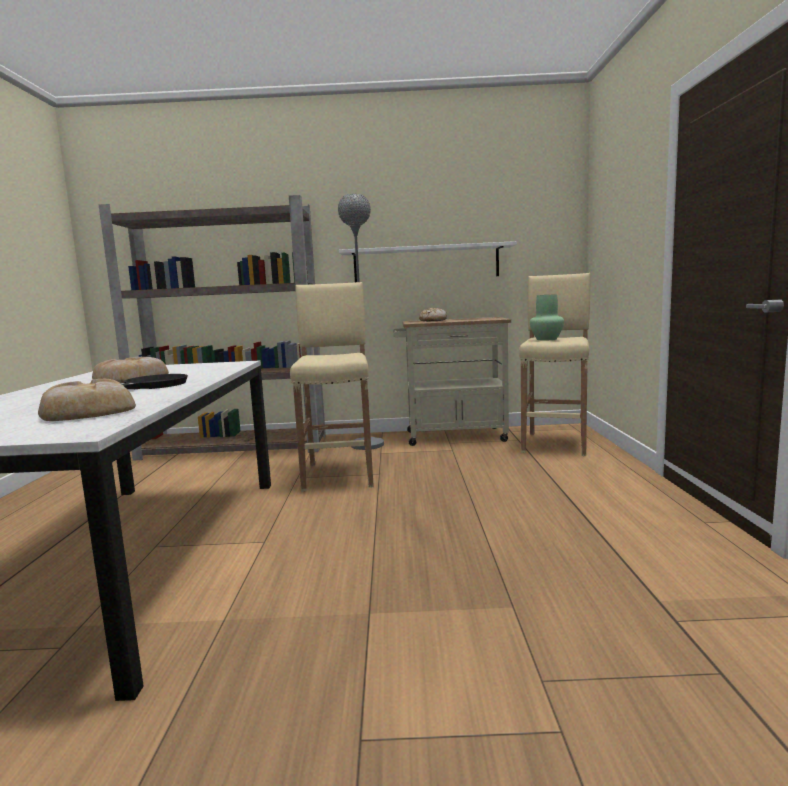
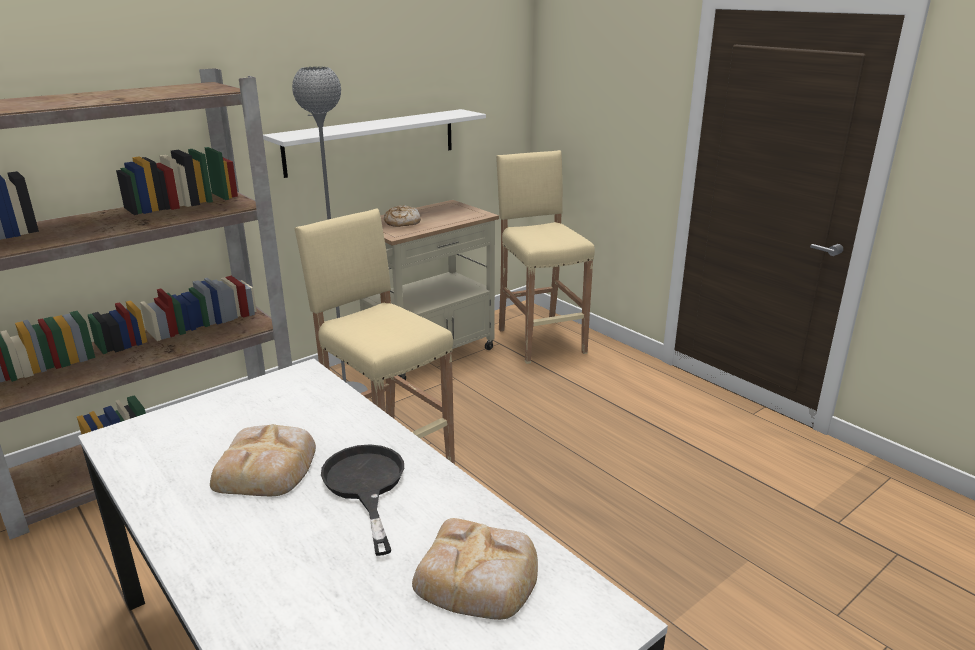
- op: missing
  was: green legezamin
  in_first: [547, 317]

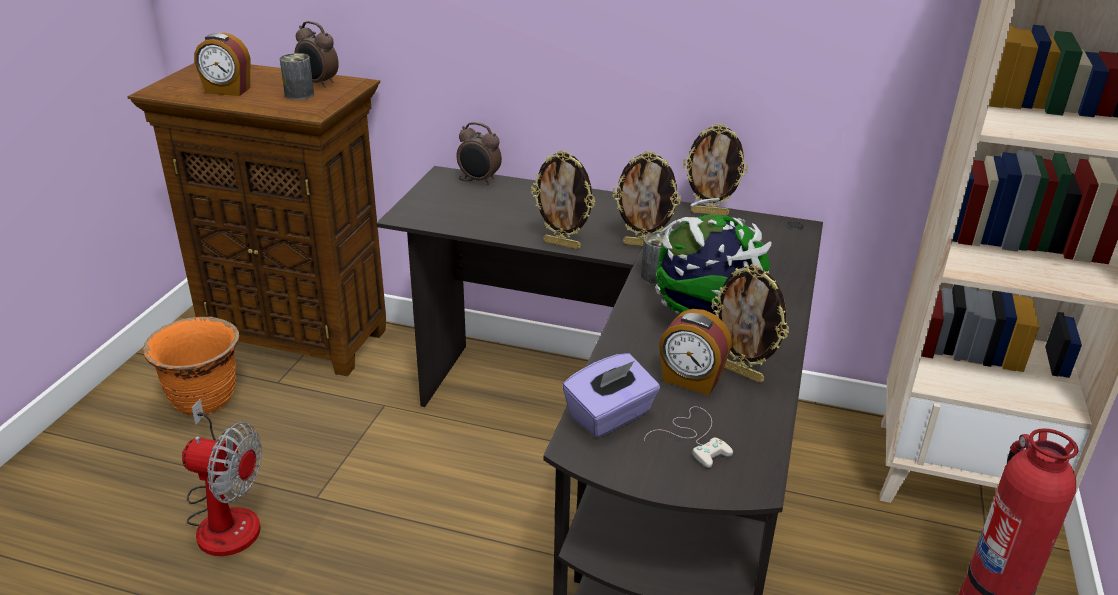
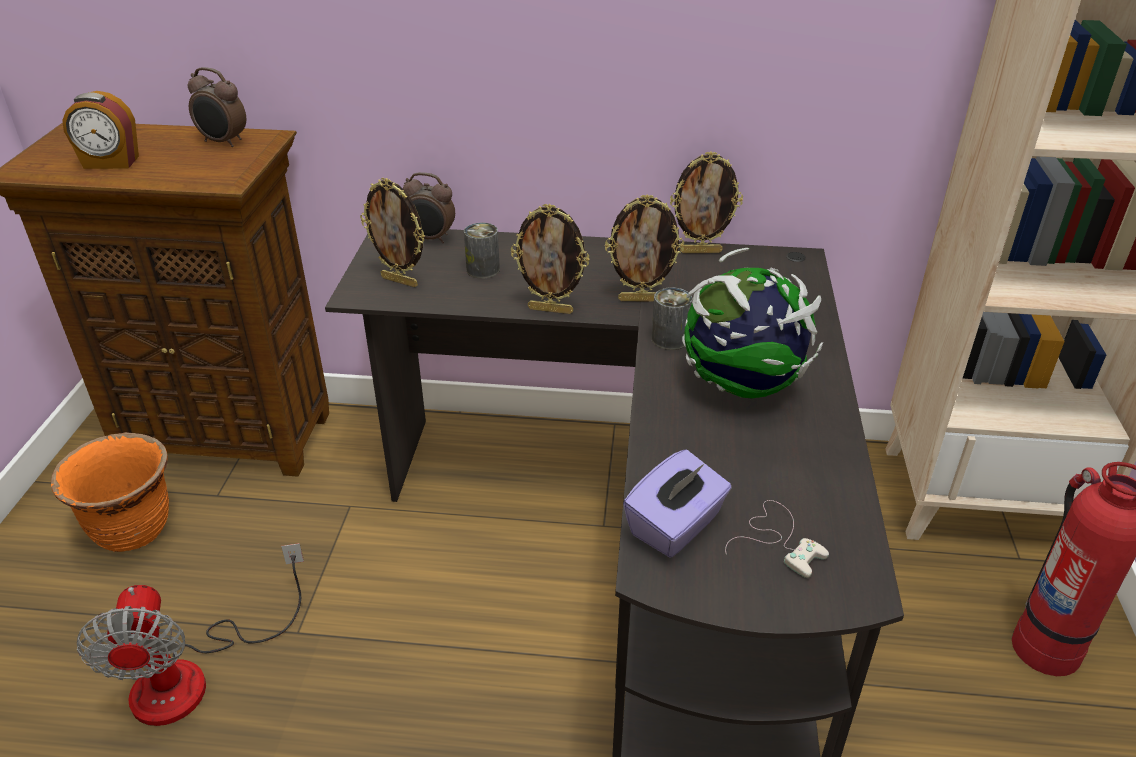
- op: spun
  was: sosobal
  in_first: [222, 477]
  in_second: [190, 634]
  clockwise: 75
- op: relocated
  was: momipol
  in_first: [750, 323]
  in_second: [392, 232]
- op: relocated
  was: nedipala
  in_first: [297, 76]
  in_second: [482, 251]
- op: missing
  was: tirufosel
  in_first: [695, 352]

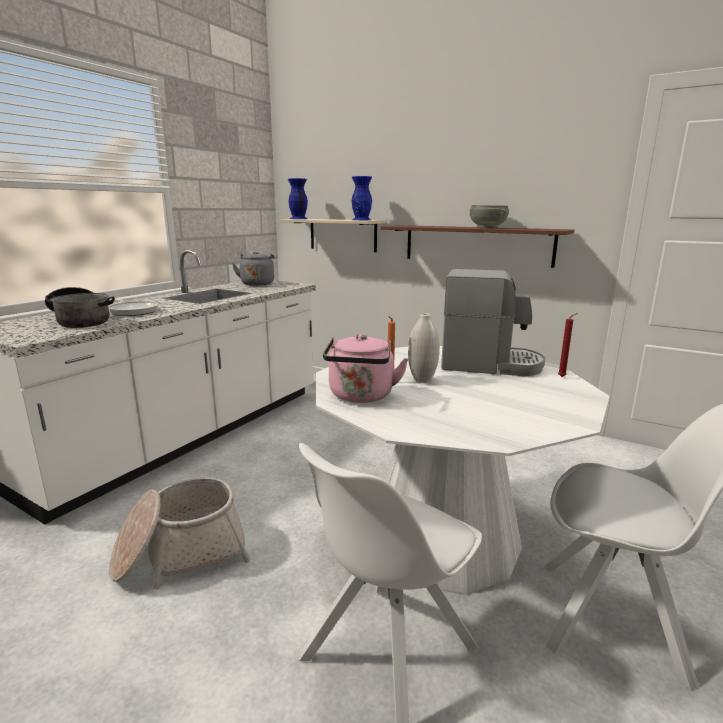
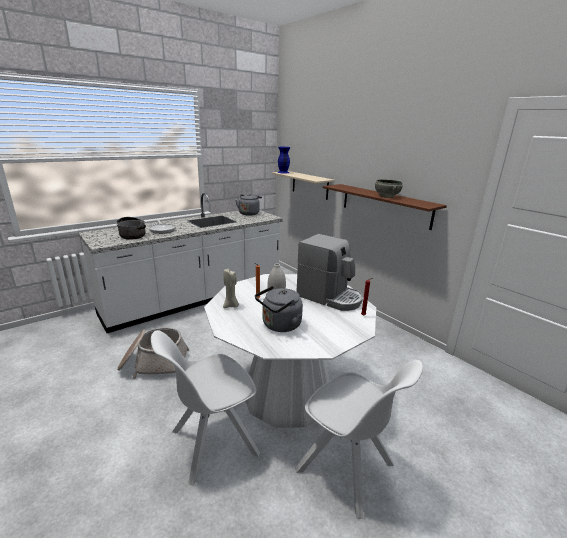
- op: exchanged
  was: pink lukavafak
  now: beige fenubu
  in_first: [366, 368]
  in_second: [231, 288]
- op: appeared
  now: grey lukavafak
  in_second: [279, 309]
- op: missing
  was: blue legezamin
  in_first: [362, 198]

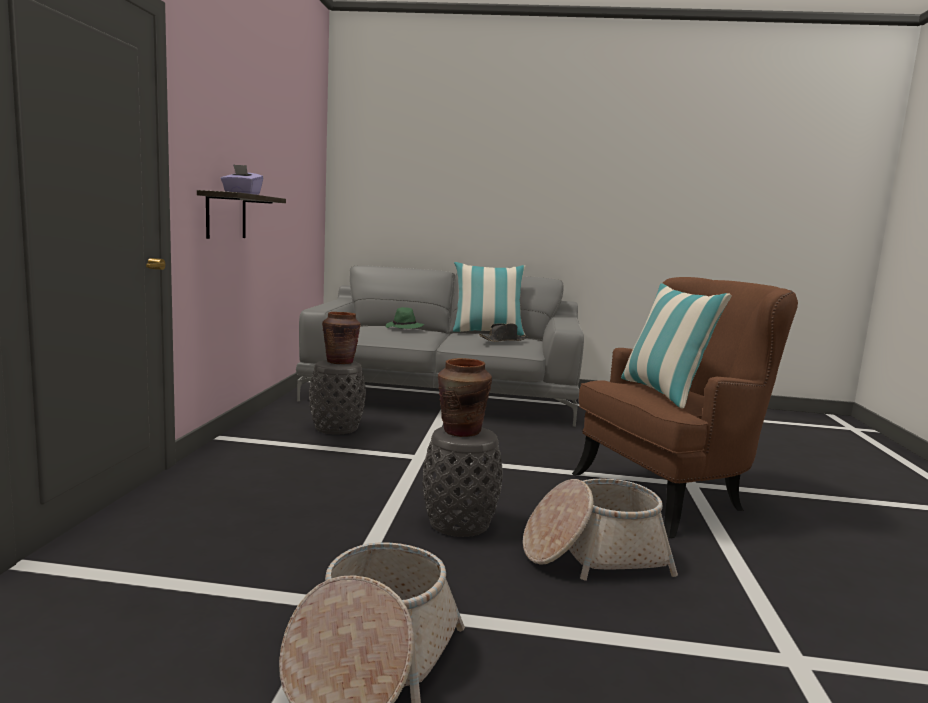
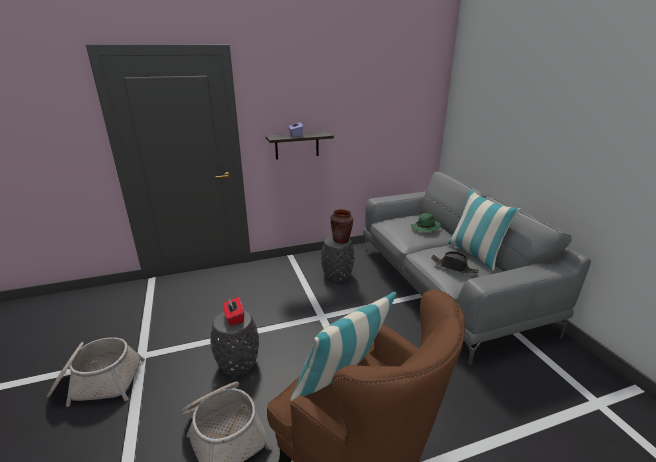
- op: exchanged
  was: brown legezamin
  now: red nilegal
  in_first: [465, 397]
  in_second: [233, 311]

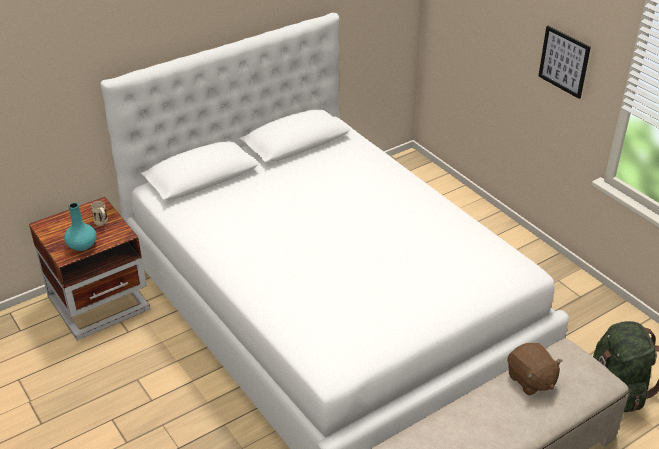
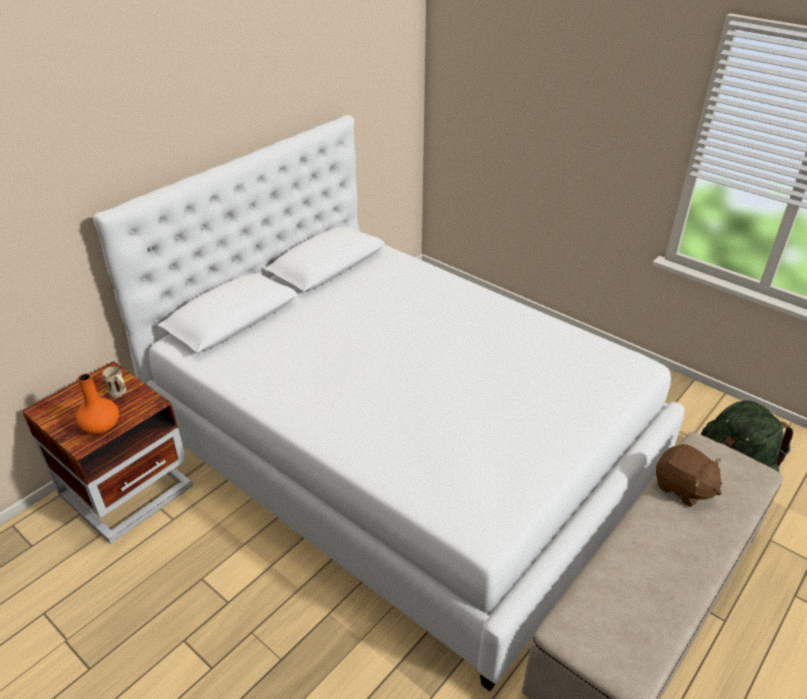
- op: colour
  was: turquoise legezamin
  now: orange legezamin
  in_first: [80, 227]
  in_second: [97, 403]
- op: missing
  was: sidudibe
  in_first: [564, 62]

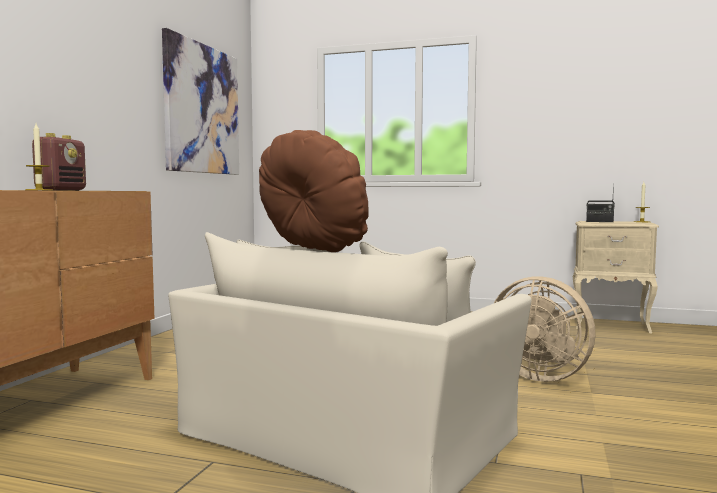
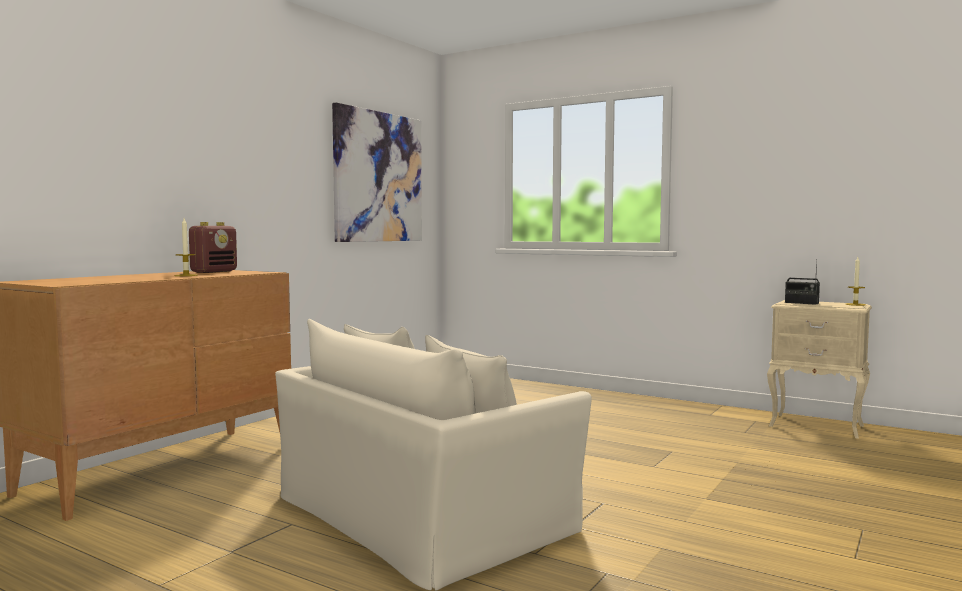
- op: missing
  was: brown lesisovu
  in_first: [314, 191]
- op: missing
  was: beige sosobal
  in_first: [545, 329]

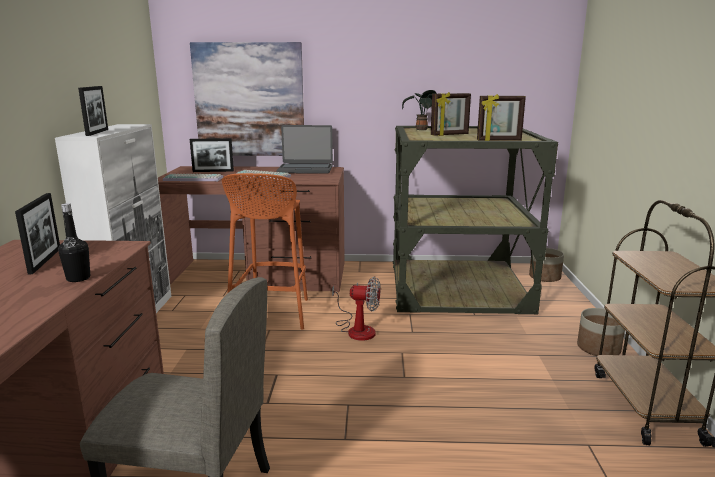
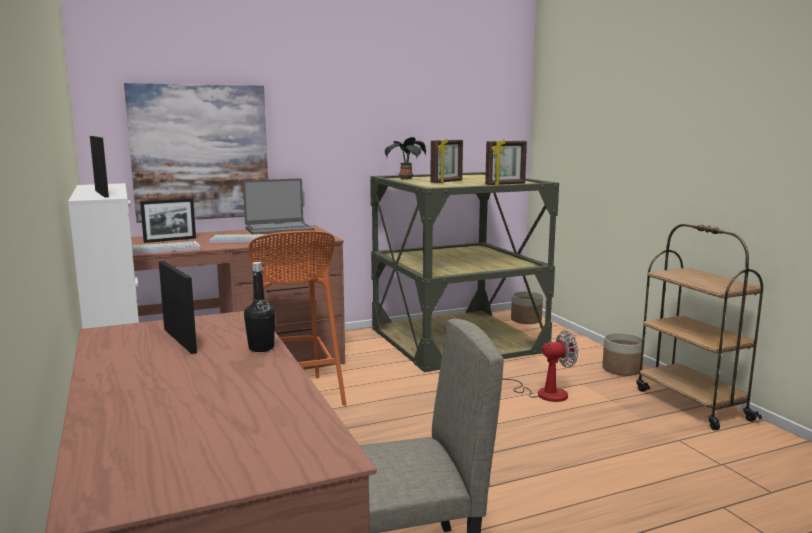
- op: relocated
  was: sosobal
  in_first: [356, 308]
  in_second: [540, 366]

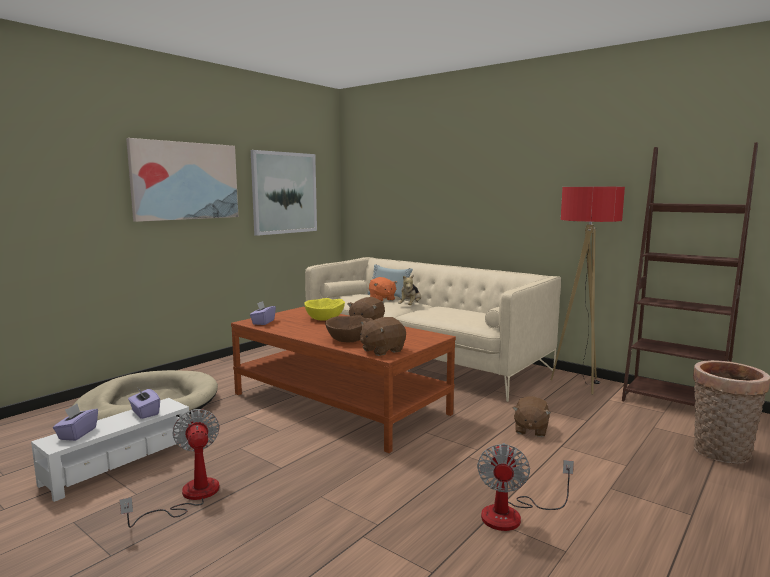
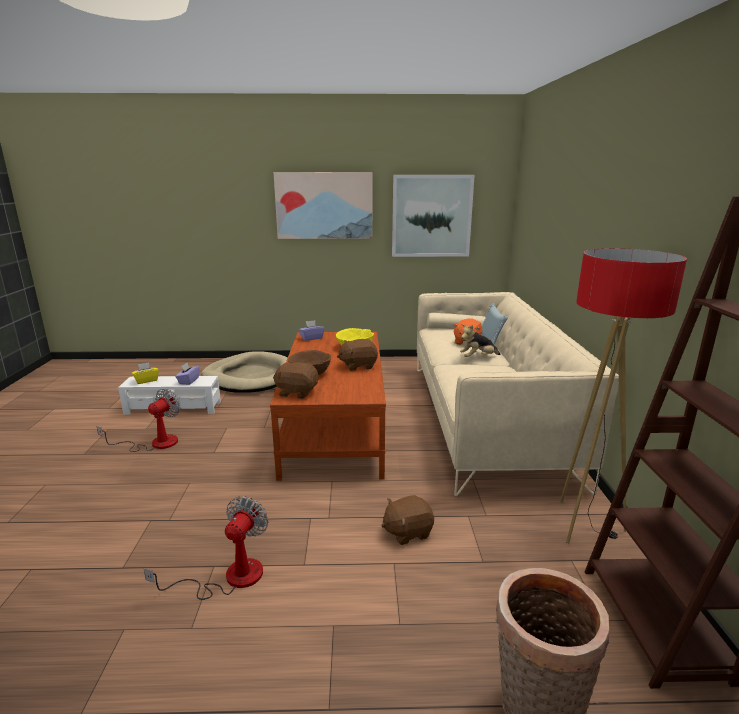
- op: colour
  was: purple nilegal
  now: yellow nilegal
  in_first: [75, 422]
  in_second: [145, 373]
- op: spun
  was: sosobal
  in_first: [525, 487]
  in_second: [206, 548]
  clockwise: 135

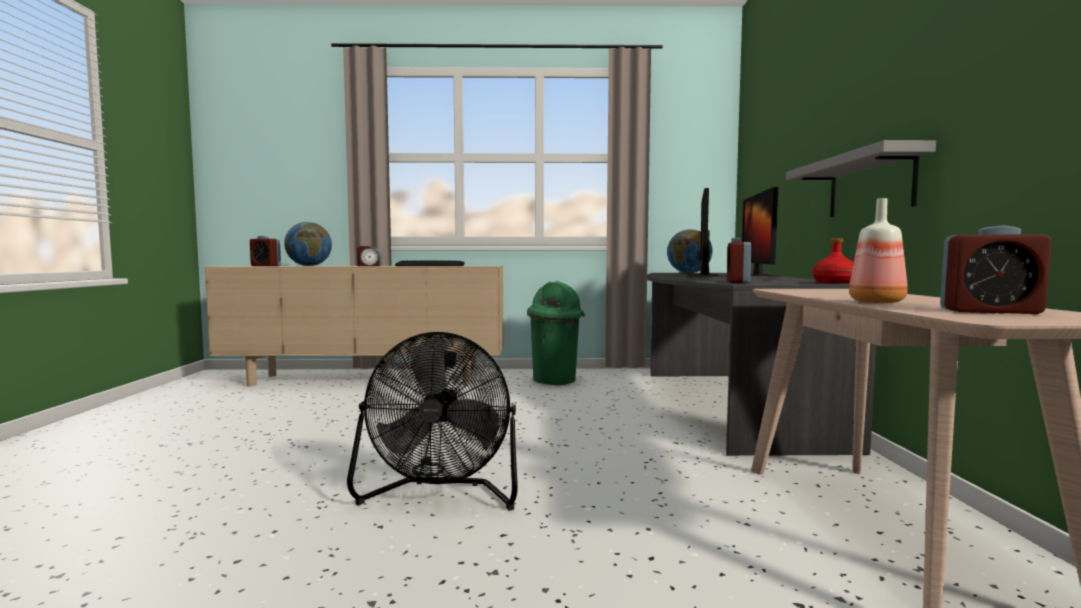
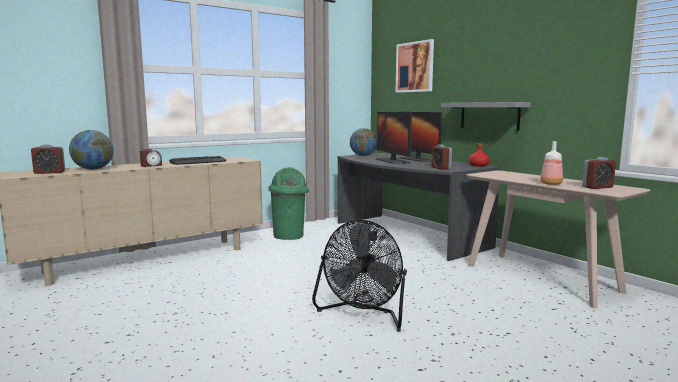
- op: spun
  was: black sosobal
  in_first: [432, 421]
  in_second: [359, 276]
  clockwise: 60
- op: appeared
  now: sidudibe
  in_second: [415, 66]

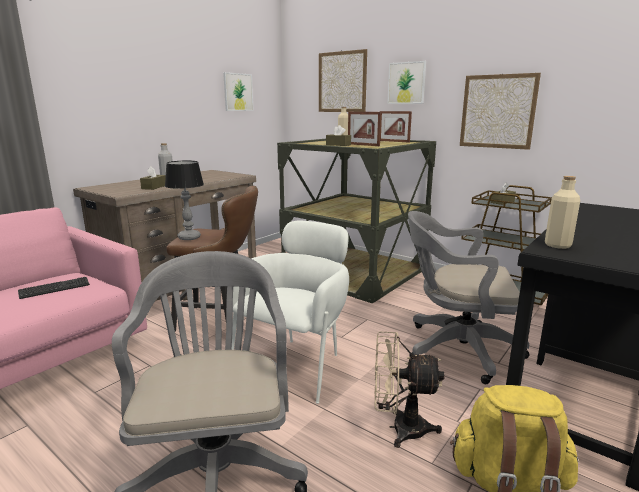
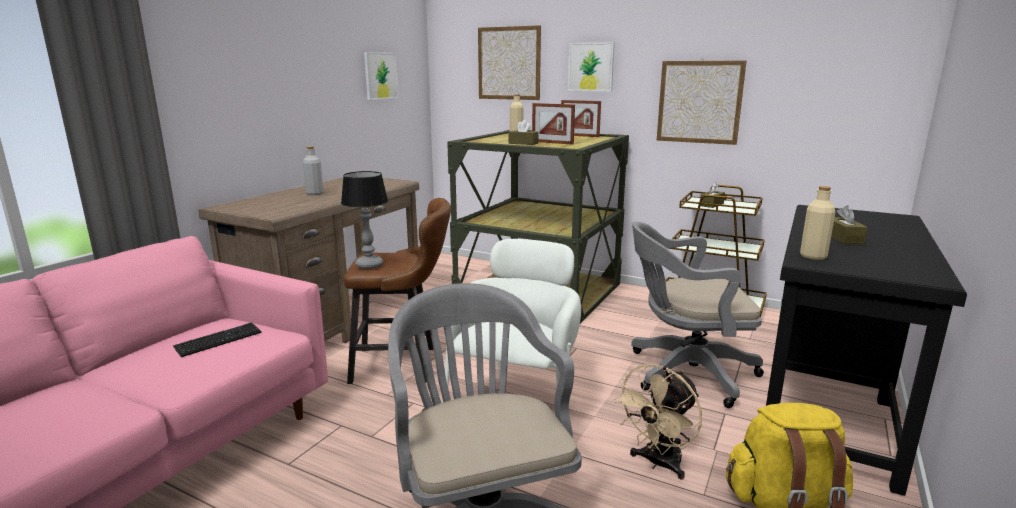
- op: spun
  was: beige sosobal
  in_first: [410, 390]
  in_second: [657, 422]
  clockwise: -45
- op: relocated
  was: brown nilegal
  in_first: [153, 178]
  in_second: [849, 225]

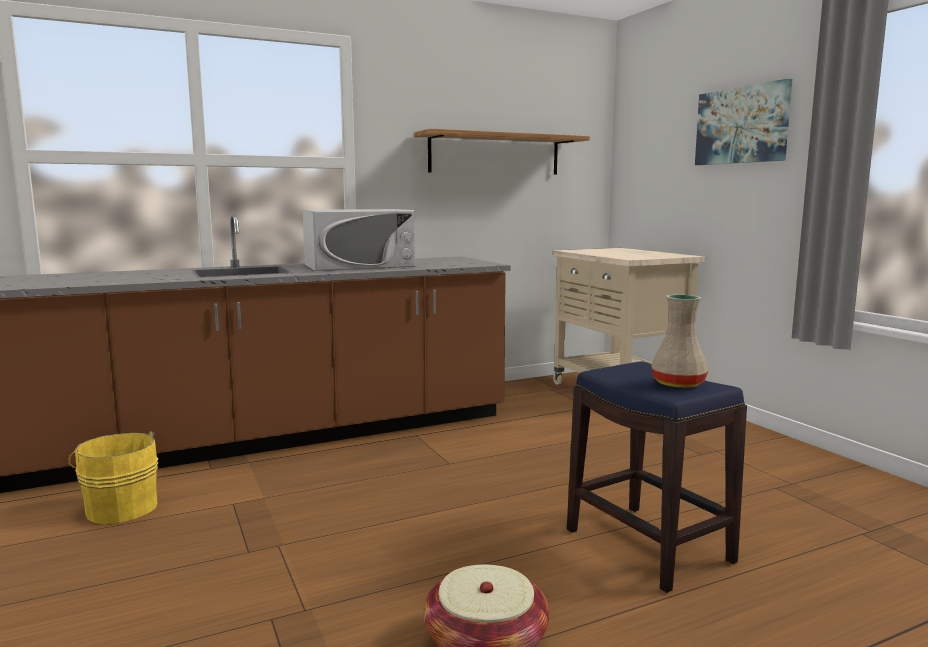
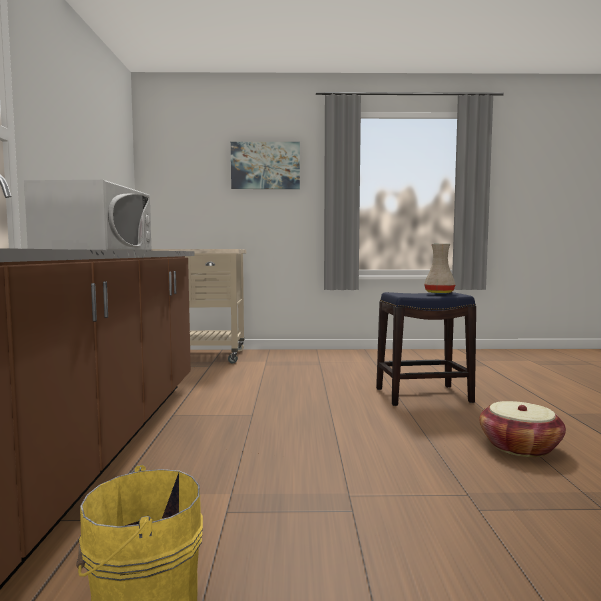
- op: missing
  was: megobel
  in_first: [502, 152]

